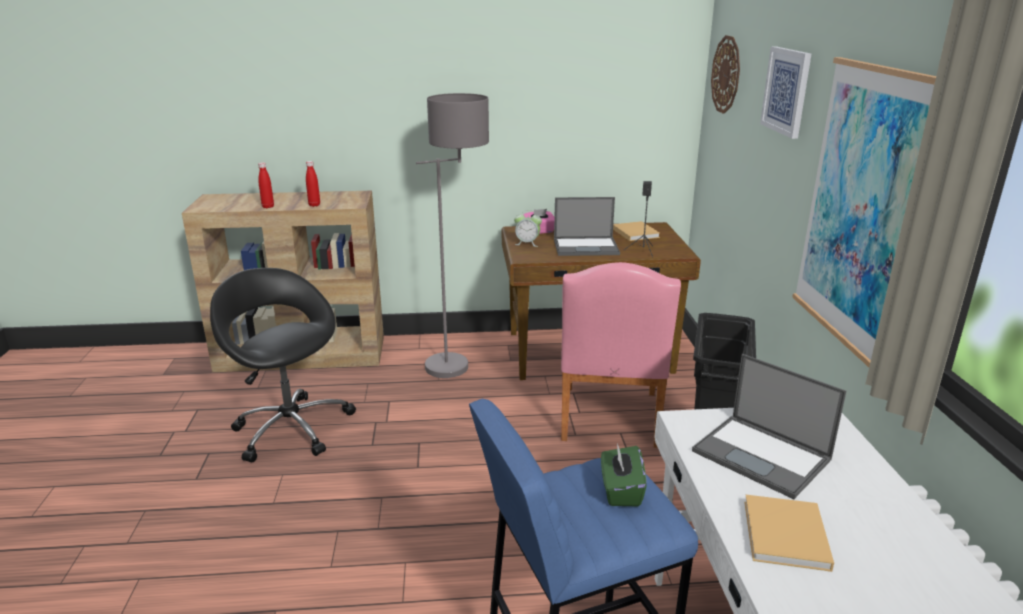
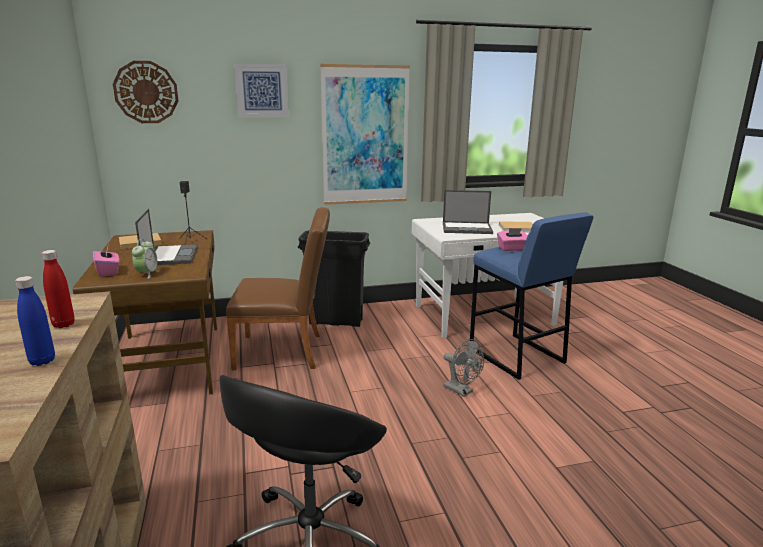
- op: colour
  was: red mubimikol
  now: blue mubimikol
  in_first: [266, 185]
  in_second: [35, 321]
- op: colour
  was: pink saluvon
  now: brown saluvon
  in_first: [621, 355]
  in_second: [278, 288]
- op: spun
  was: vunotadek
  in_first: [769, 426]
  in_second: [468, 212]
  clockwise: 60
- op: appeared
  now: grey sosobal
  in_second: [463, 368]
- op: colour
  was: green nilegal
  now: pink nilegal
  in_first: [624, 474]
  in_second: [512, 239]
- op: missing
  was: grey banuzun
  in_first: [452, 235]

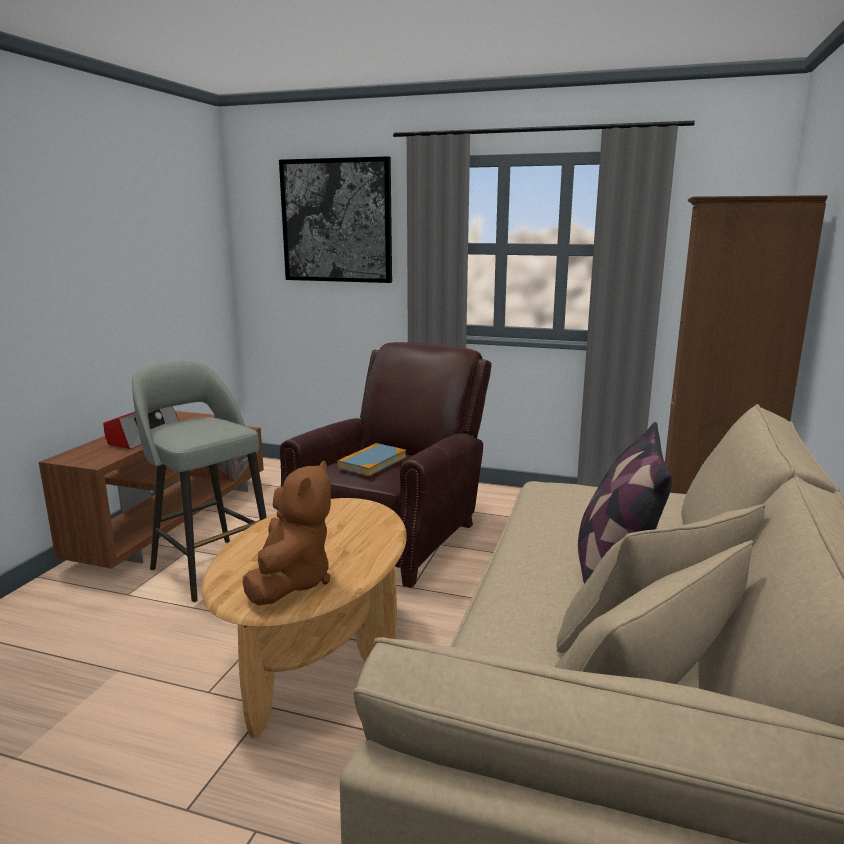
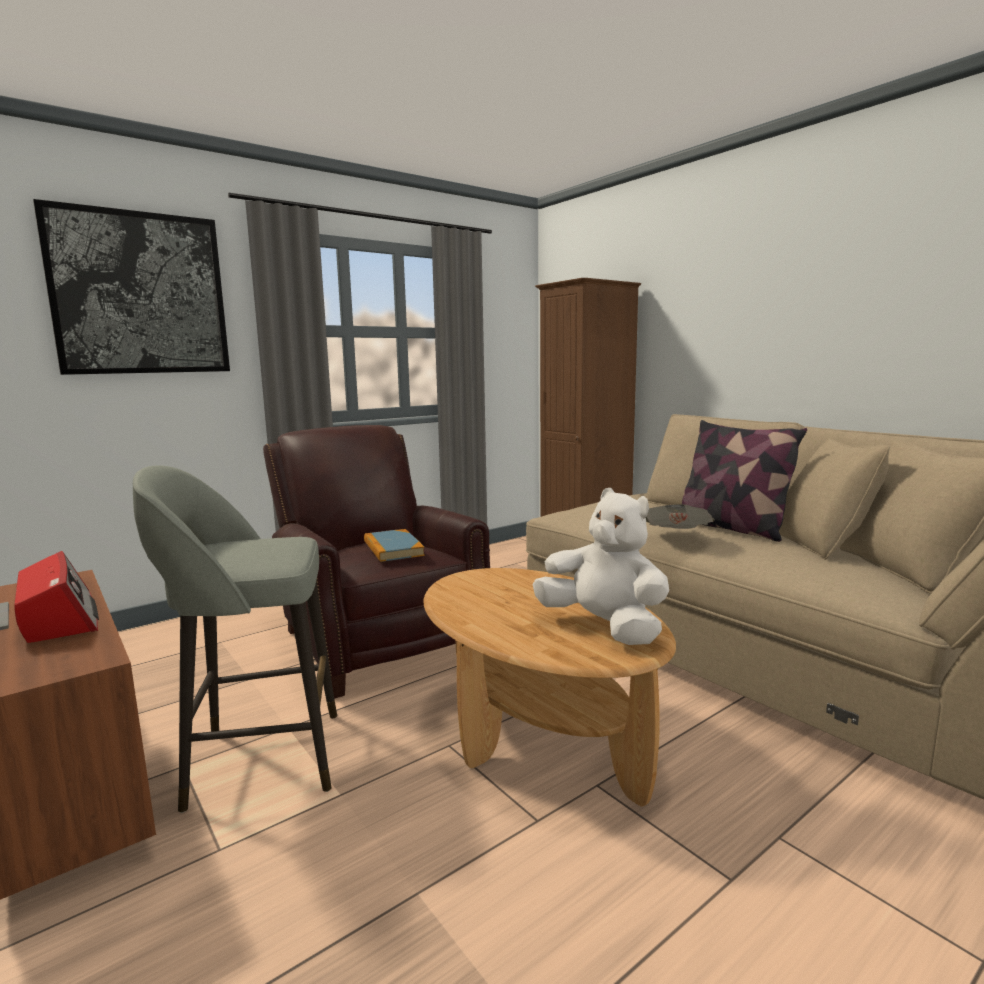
- op: colour
  was: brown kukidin
  now: white kukidin
  in_first: [286, 533]
  in_second: [601, 566]
- op: appeared
  now: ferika
  in_second: [680, 516]

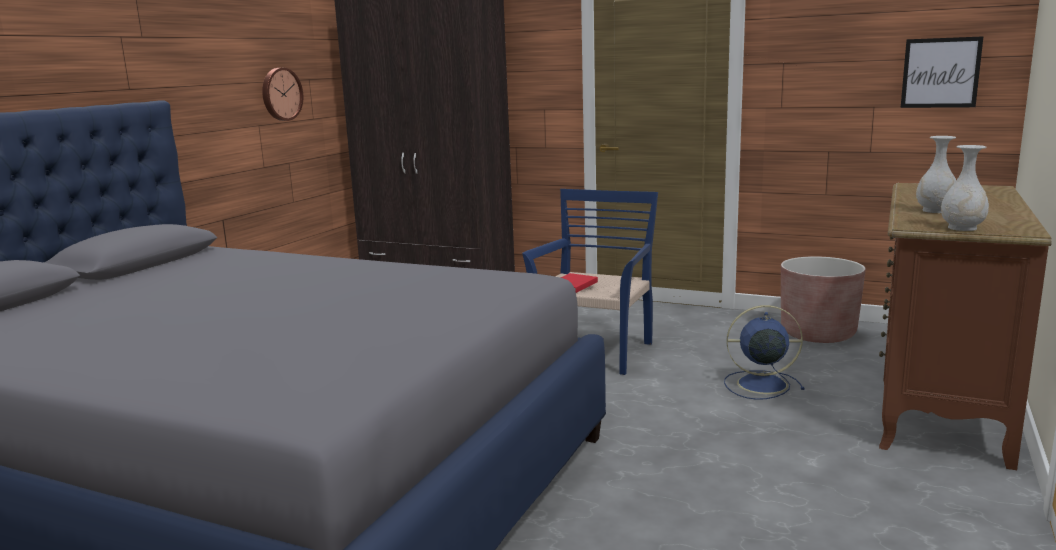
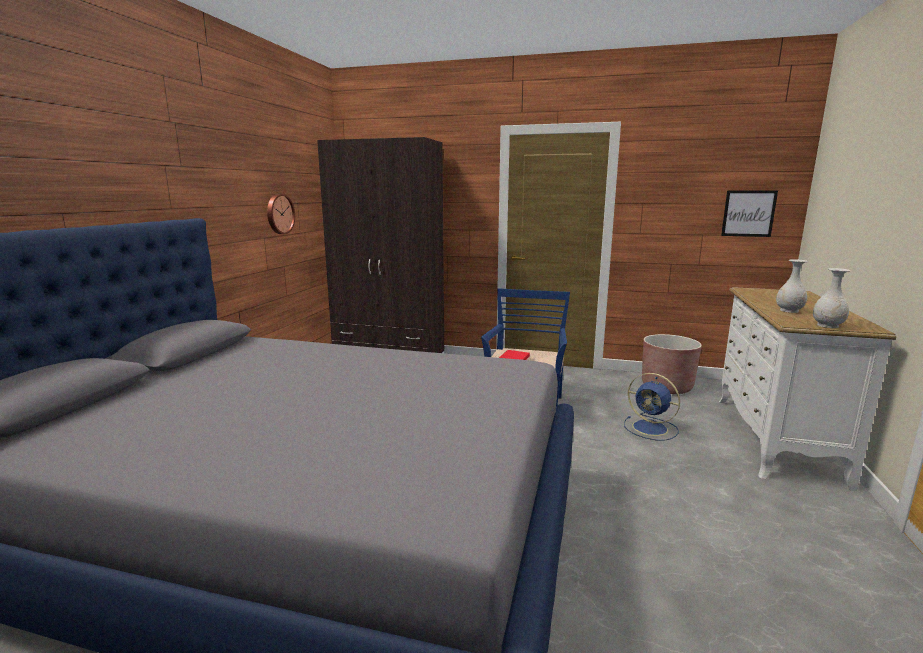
- op: spun
  was: blue sosobal
  in_first: [764, 352]
  in_second: [652, 407]
  clockwise: -135
- op: colour
  was: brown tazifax
  now: white tazifax
  in_first: [965, 326]
  in_second: [807, 389]

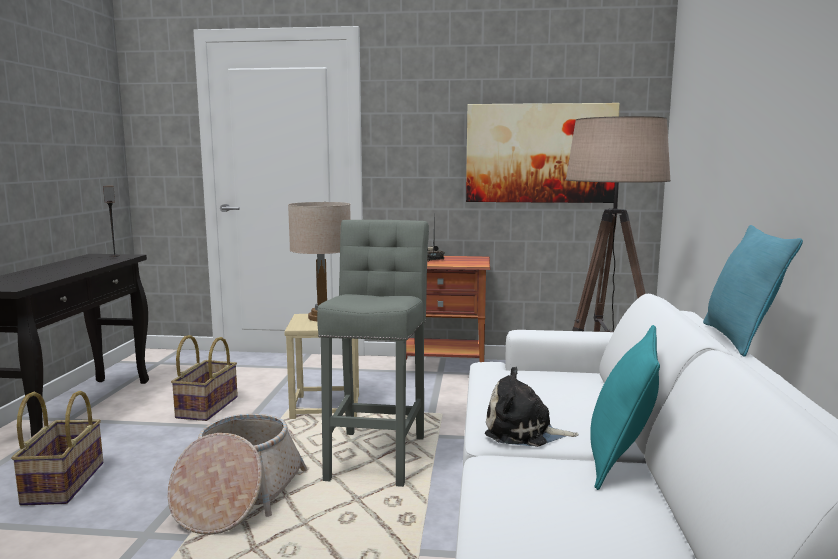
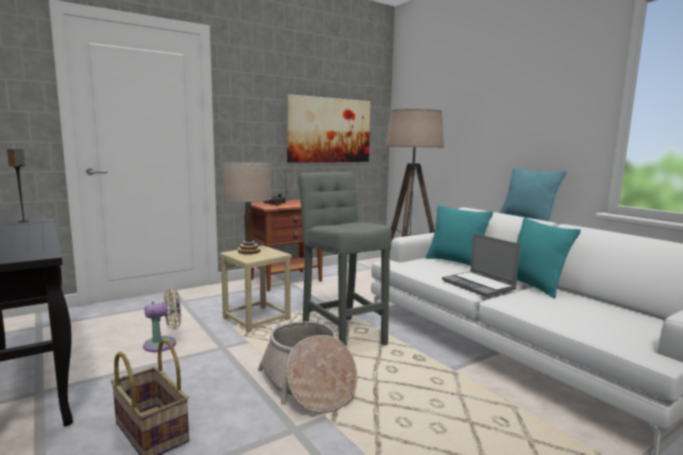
- op: exchanged
  was: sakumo
  now: beige sosobal
  in_first: [204, 378]
  in_second: [162, 320]
- op: appeared
  now: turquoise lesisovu
  in_second: [459, 235]
- op: exchanged
  was: kukidin
  now: vunotadek
  in_first: [532, 407]
  in_second: [481, 265]

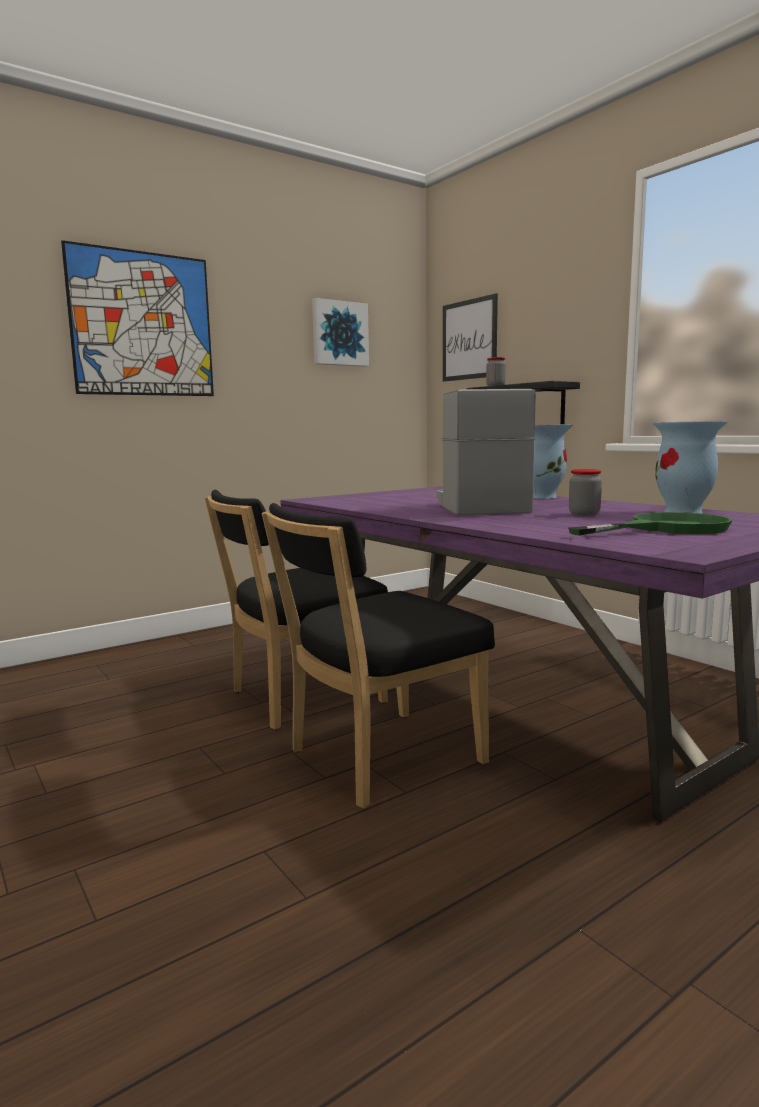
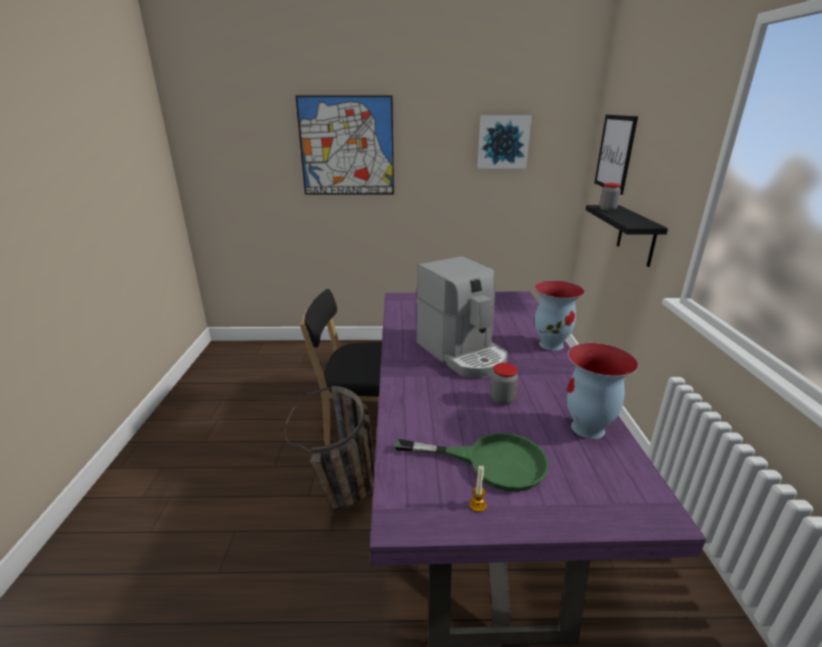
- op: exchanged
  was: black saluvon
  now: sakumo
  in_first: [378, 655]
  in_second: [330, 448]
- op: spun
  was: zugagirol
  in_first: [486, 452]
  in_second: [461, 317]
  clockwise: 120
- op: appeared
  now: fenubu
  in_second: [478, 489]

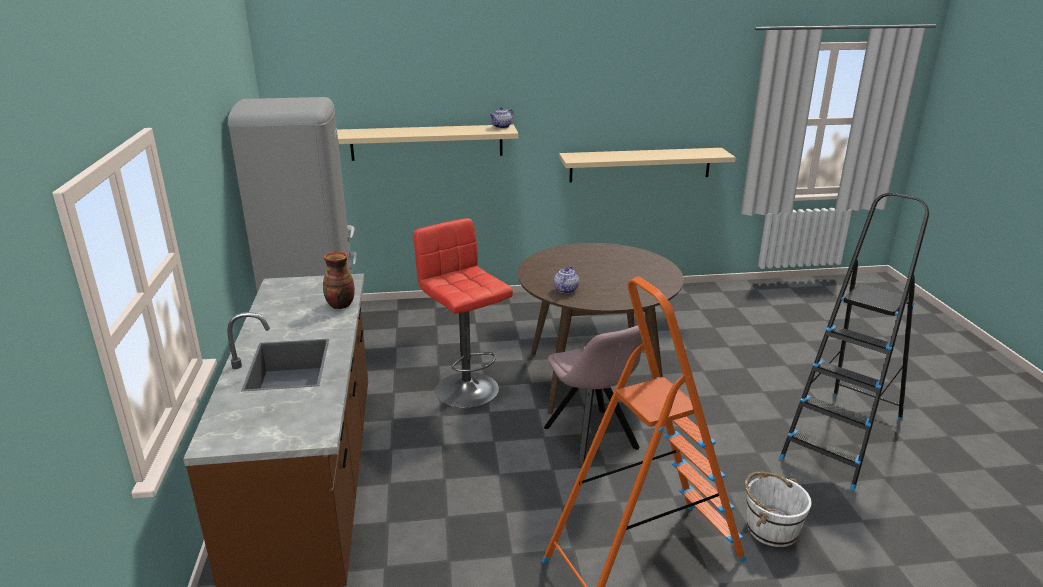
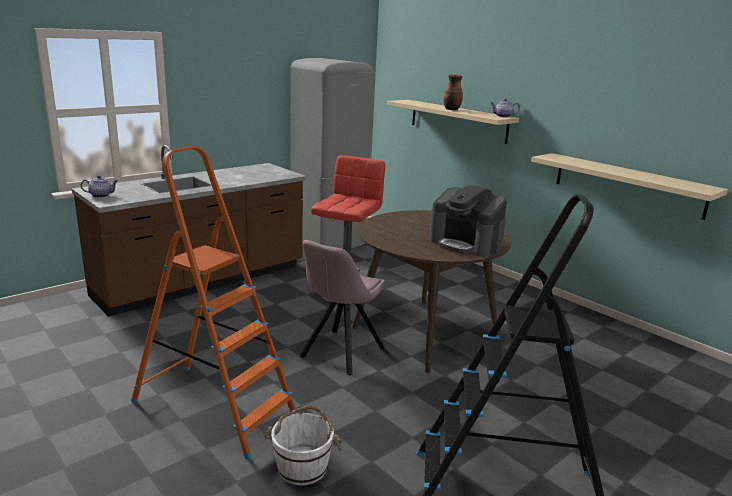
- op: relocated
  was: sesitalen
  in_first: [566, 280]
  in_second: [99, 186]
- op: appeared
  now: zugagirol
  in_second: [468, 221]
- op: relocated
  was: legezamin
  in_first: [339, 280]
  in_second: [453, 92]

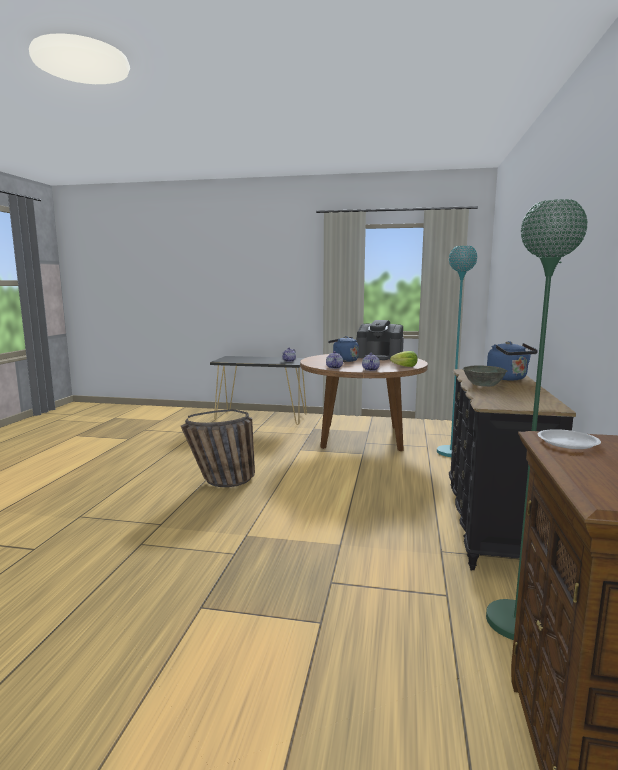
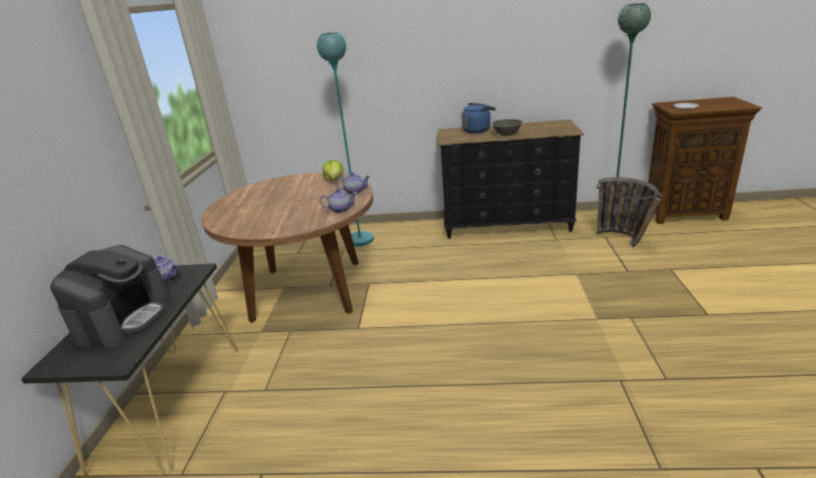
- op: relocated
  was: zugagirol
  in_first: [380, 340]
  in_second: [109, 296]
- op: relocated
  was: sakumo
  in_first: [218, 448]
  in_second: [629, 212]
- op: missing
  was: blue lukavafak
  in_first: [343, 349]

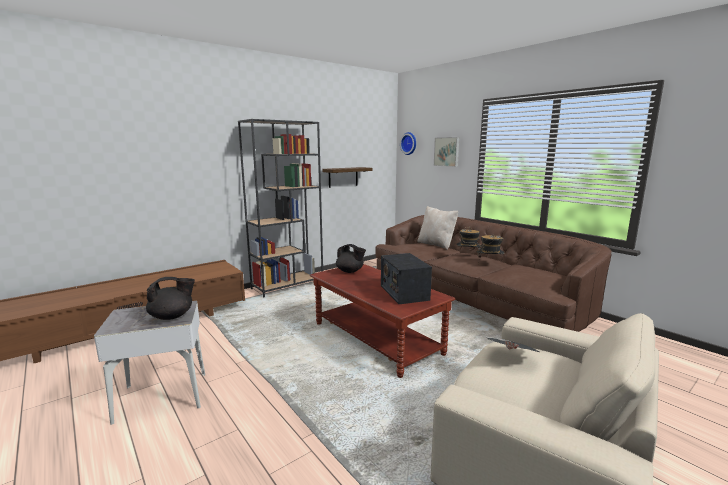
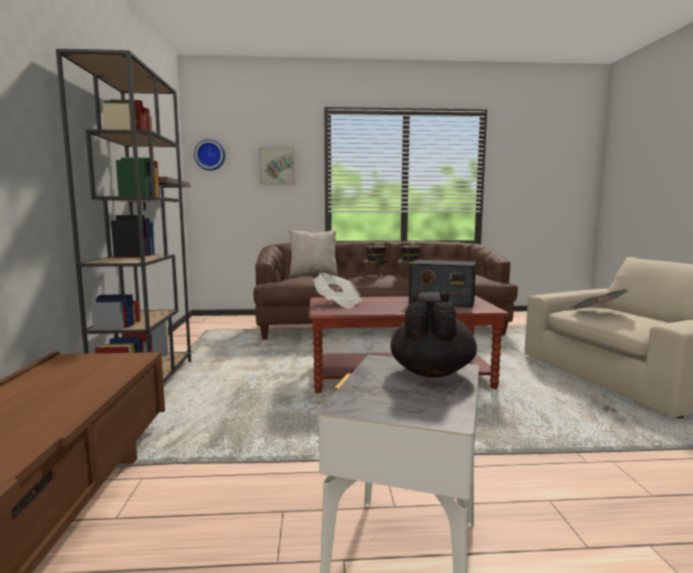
- op: exchanged
  was: black sesitalen
  now: ferika
  in_first: [351, 258]
  in_second: [338, 290]

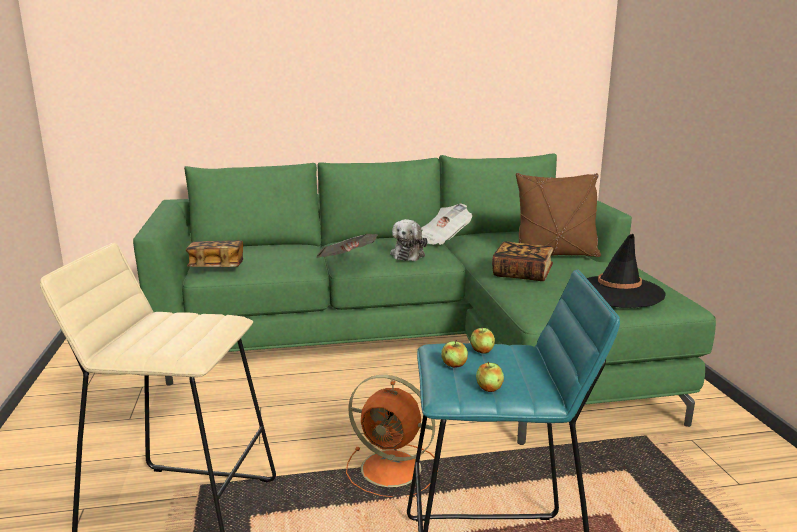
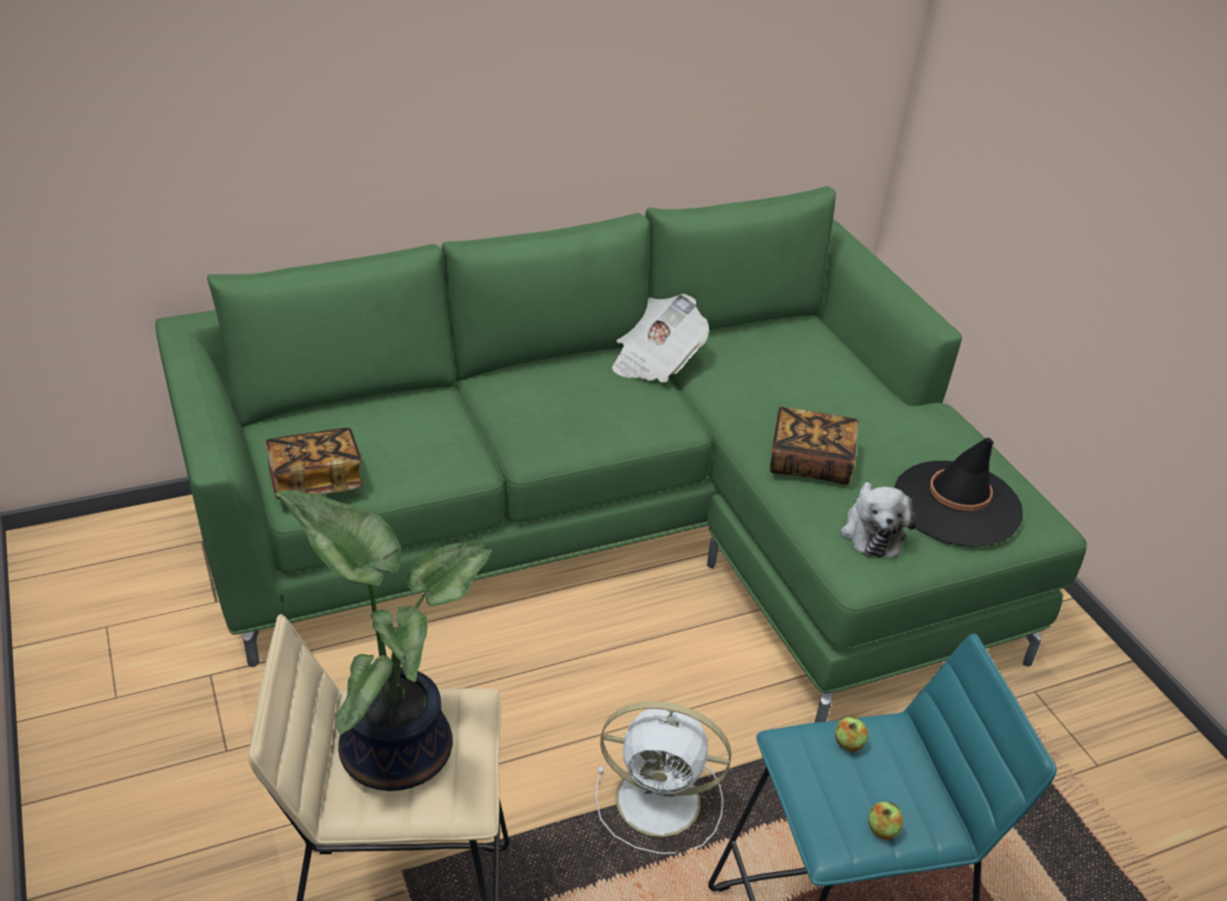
- op: appeared
  now: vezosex
  in_second: [384, 640]
- op: colour
  was: orange sosobal
  now: white sosobal
  in_first: [392, 436]
  in_second: [663, 777]
- op: relocated
  was: kukidin
  in_first: [409, 240]
  in_second: [878, 520]
- op: missing
  was: ferika
  in_first: [347, 245]
- op: missing
  was: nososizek
  in_first: [454, 354]
- op: missing
  was: brown lesisovu
  in_first: [558, 215]

